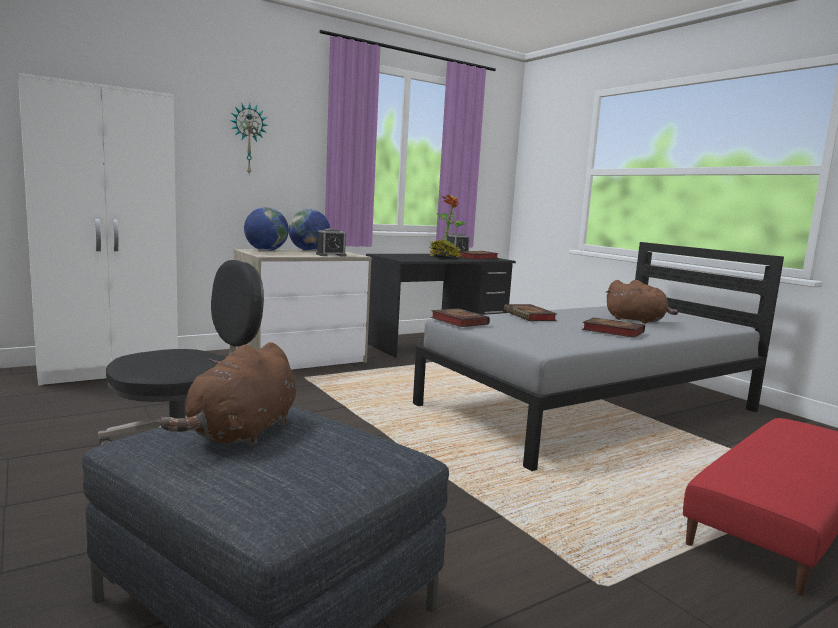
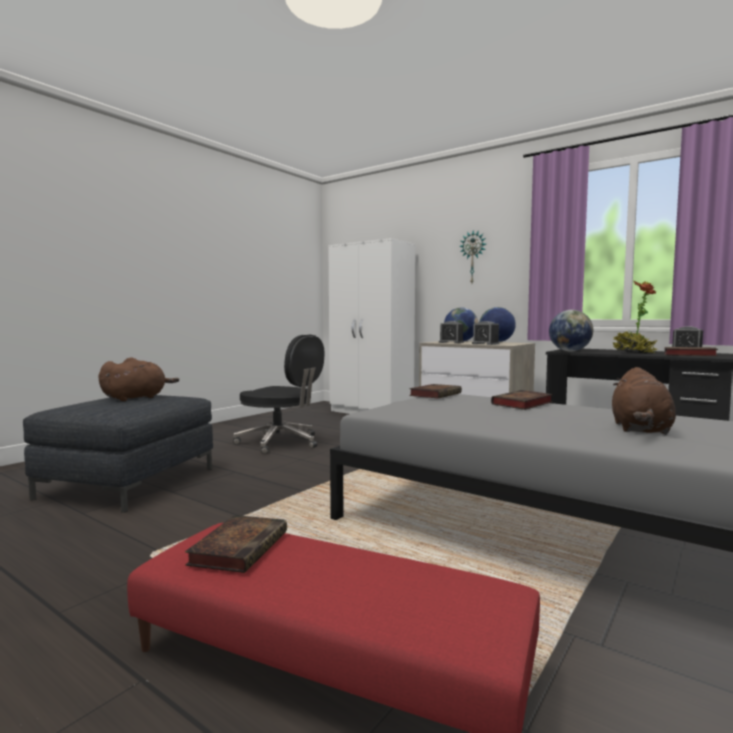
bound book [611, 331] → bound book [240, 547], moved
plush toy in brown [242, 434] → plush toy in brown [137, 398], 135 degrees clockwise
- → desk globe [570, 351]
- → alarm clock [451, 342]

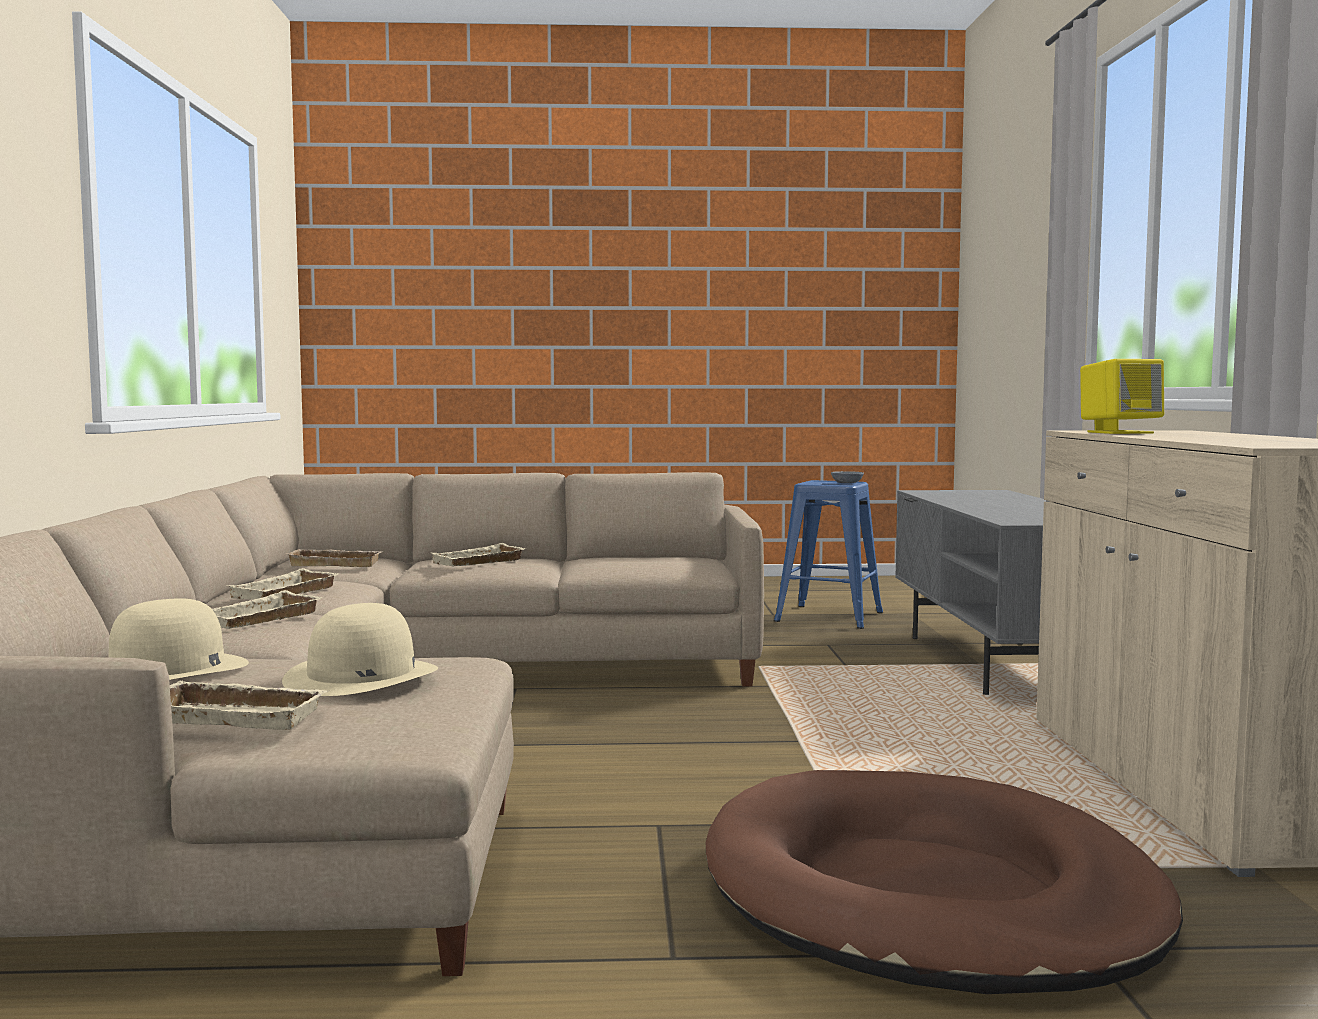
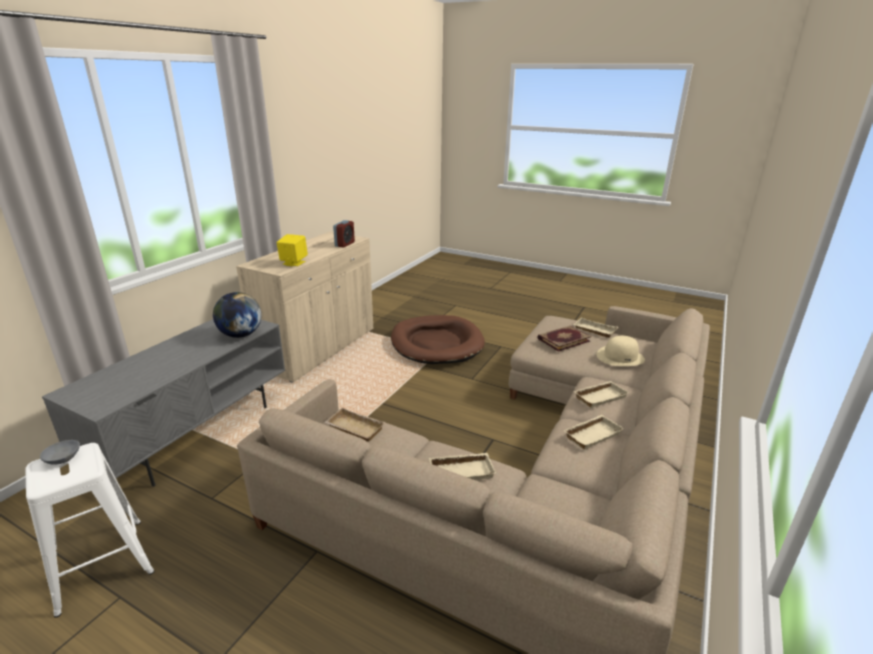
stool seat in blue [831, 616] → stool seat in whitish [100, 564]
carrying tray in beige-coloured [337, 564] → carrying tray in beige-coloured [353, 429], moved
hat in beige-coloured [361, 676] → bound book [563, 339]
- → alarm clock [344, 244]
- → desk globe [240, 335]

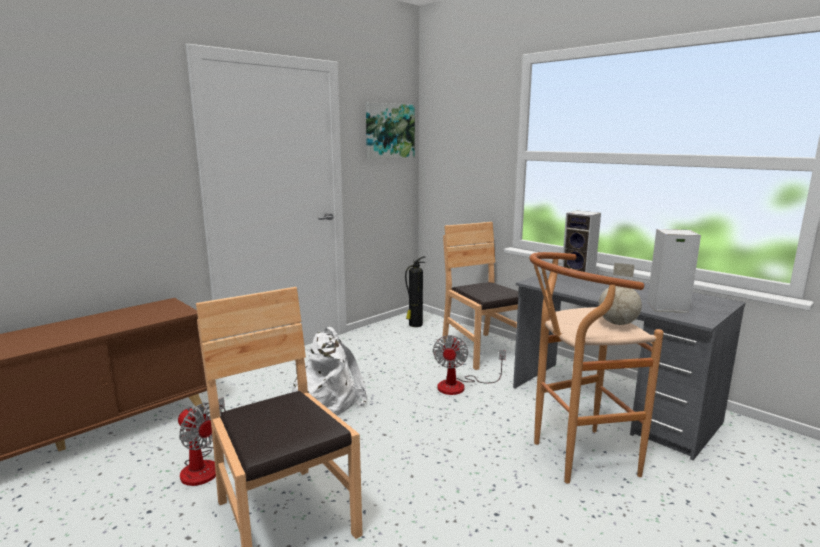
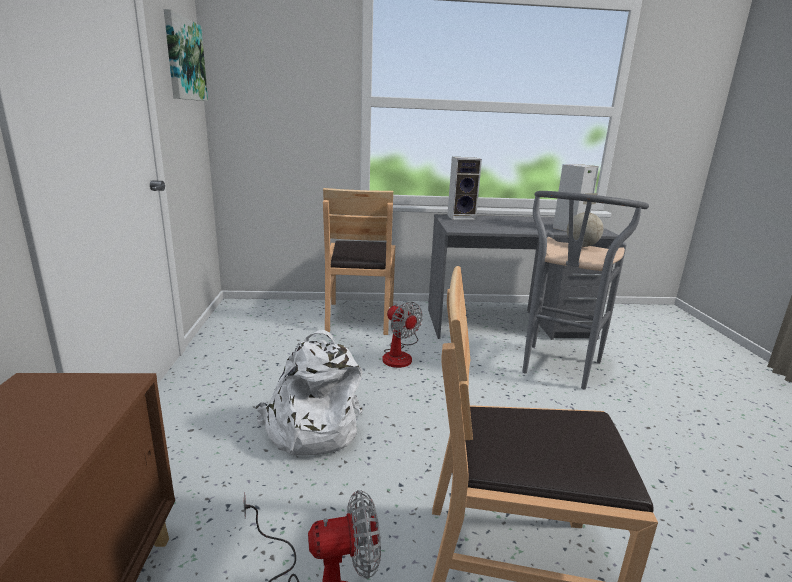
plain chair in brown [483, 350] → plain chair in brown [359, 317], 105 degrees counterclockwise
stool seat in brown [574, 458] → stool seat in gray [557, 370]
extinguisher [415, 325] → -

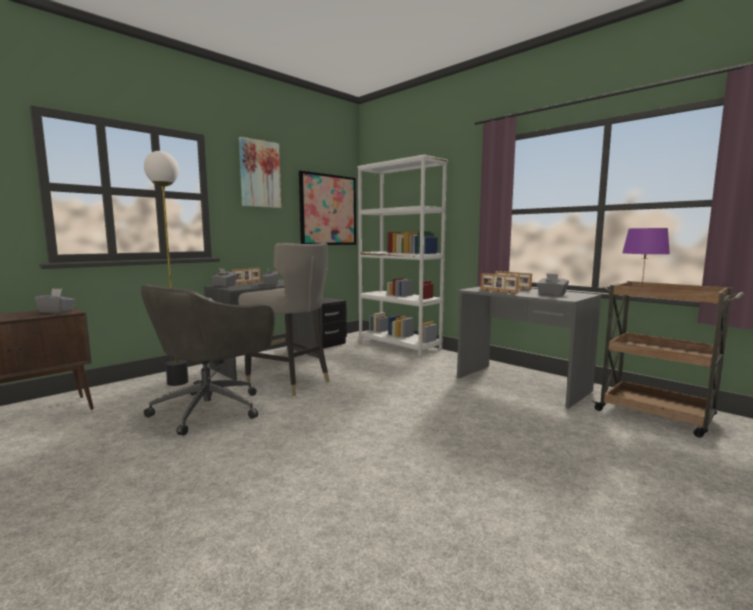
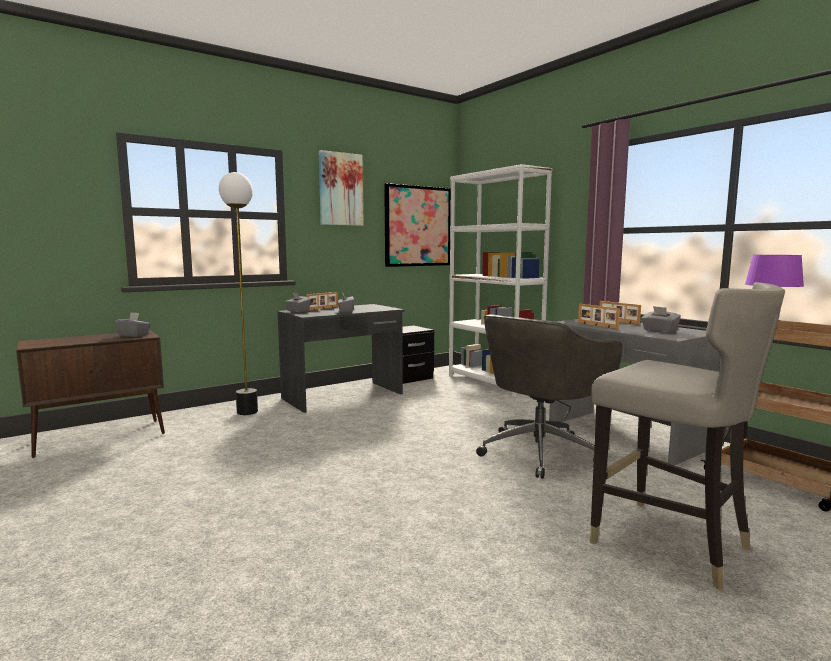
stool seat in gray [290, 382] → stool seat in gray [671, 543], moved
computer chair in gray [212, 409] → computer chair in gray [541, 451], moved

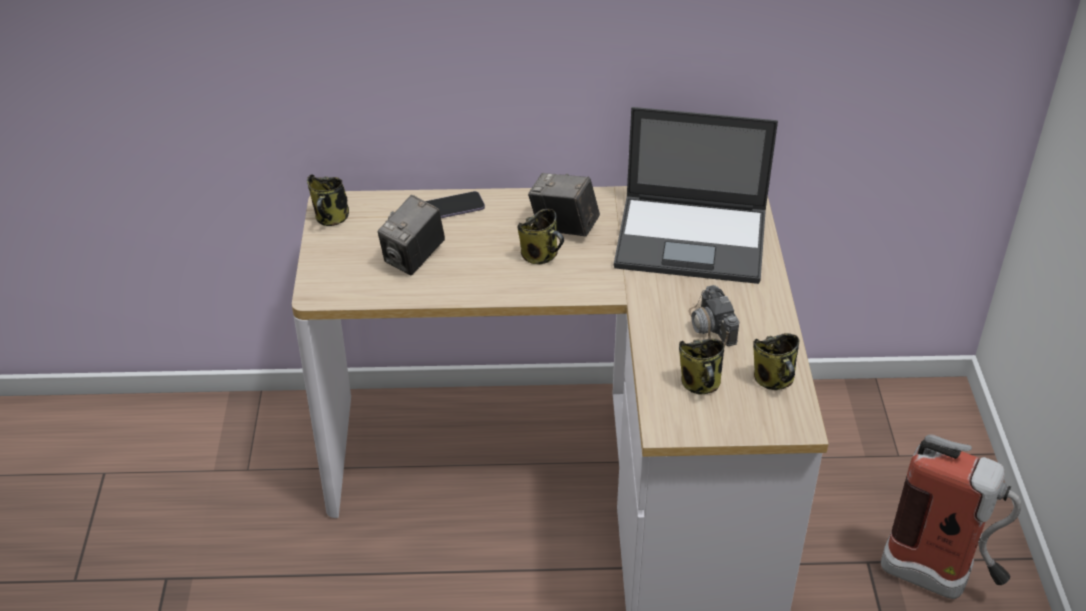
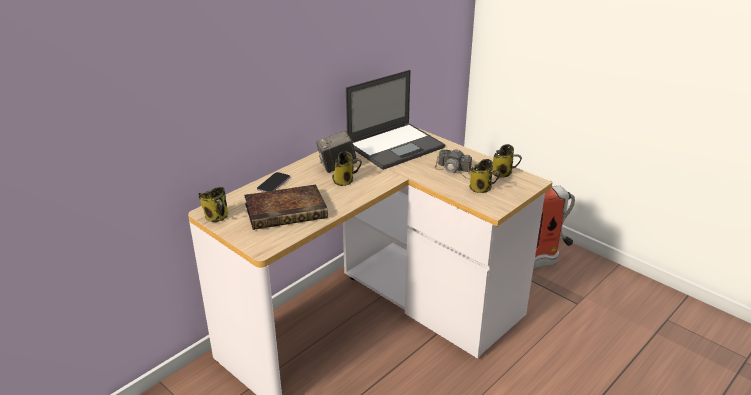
photo camera [413, 258] → bound book [288, 211]

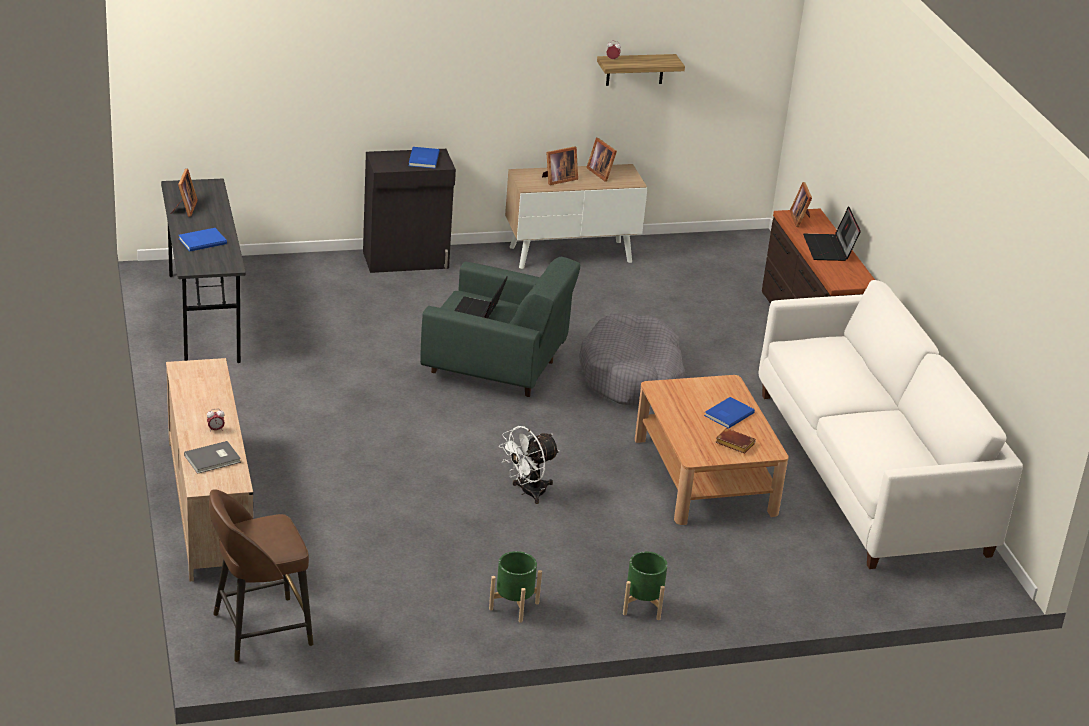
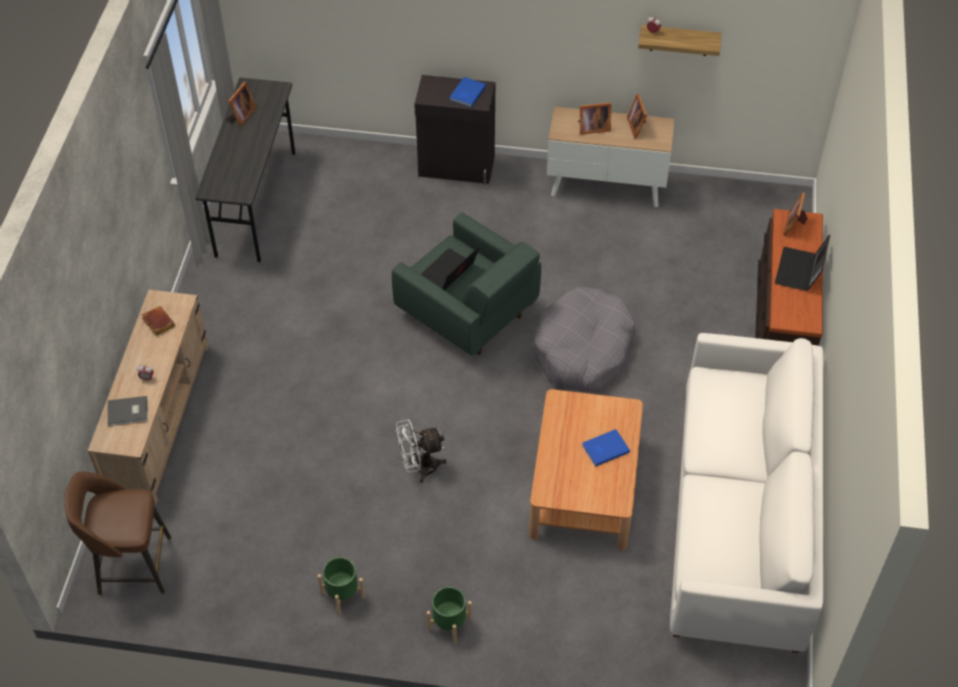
bound book in blue [201, 241] → -
bound book in brown [733, 444] → bound book in brown [157, 322], moved

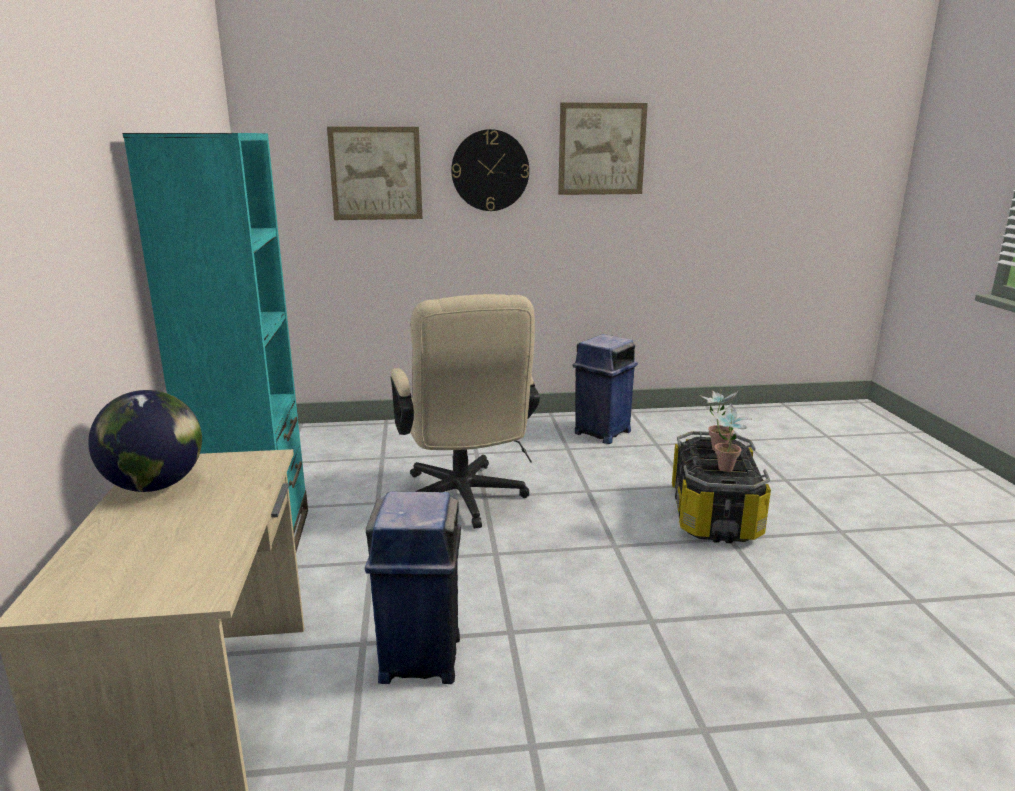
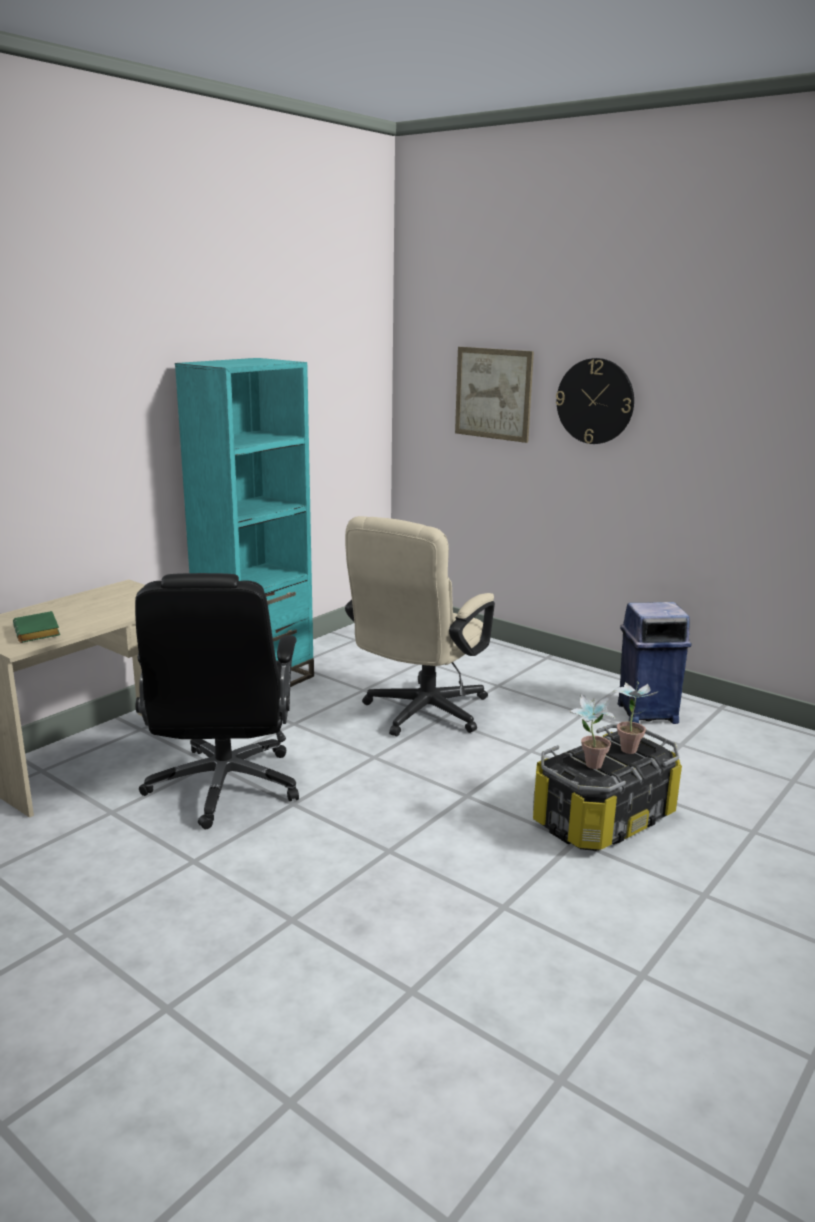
wall picture [601, 149] → -
desk globe [155, 486] → -
rubbish bin in blue [421, 657] → computer chair in blackish [224, 787]
- → bound book in green-coloured [39, 632]

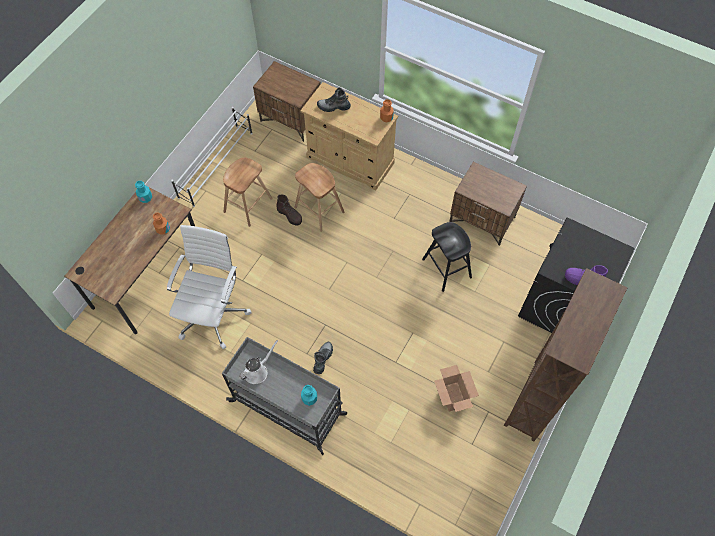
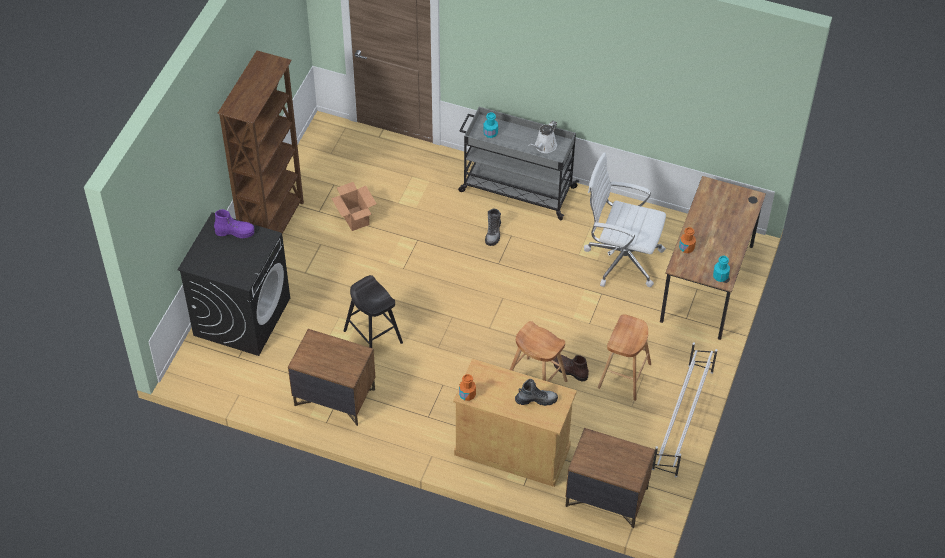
computer chair in whitish [213, 313] → computer chair in whitish [621, 258], 105 degrees clockwise

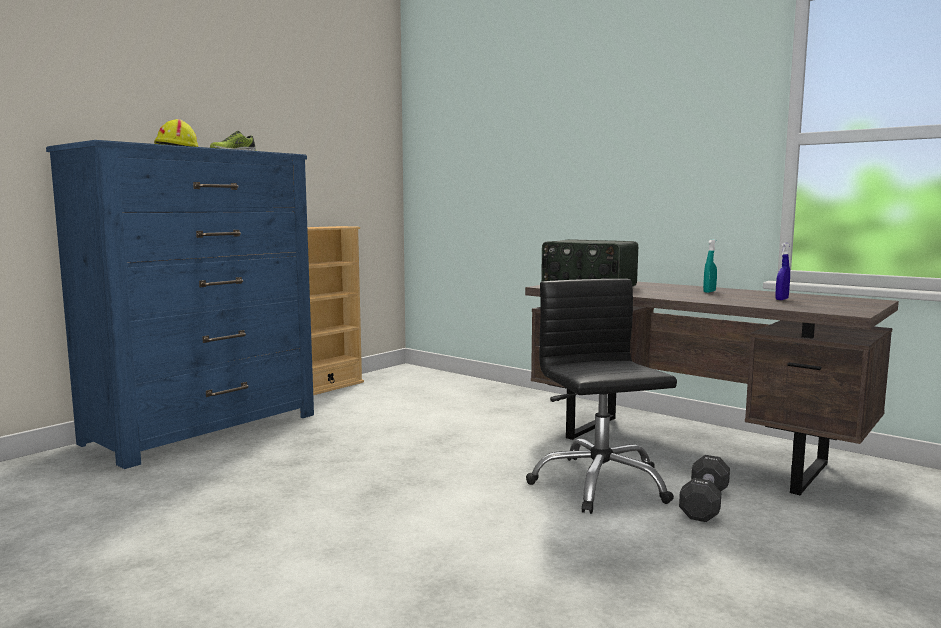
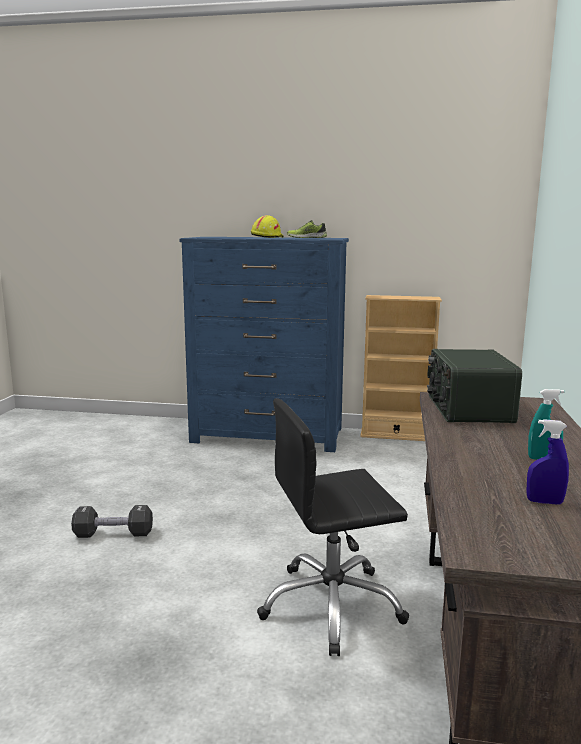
computer chair in blackish [599, 484] → computer chair in blackish [331, 606], 150 degrees counterclockwise
hand weight in blackish [704, 503] → hand weight in blackish [113, 534], moved

